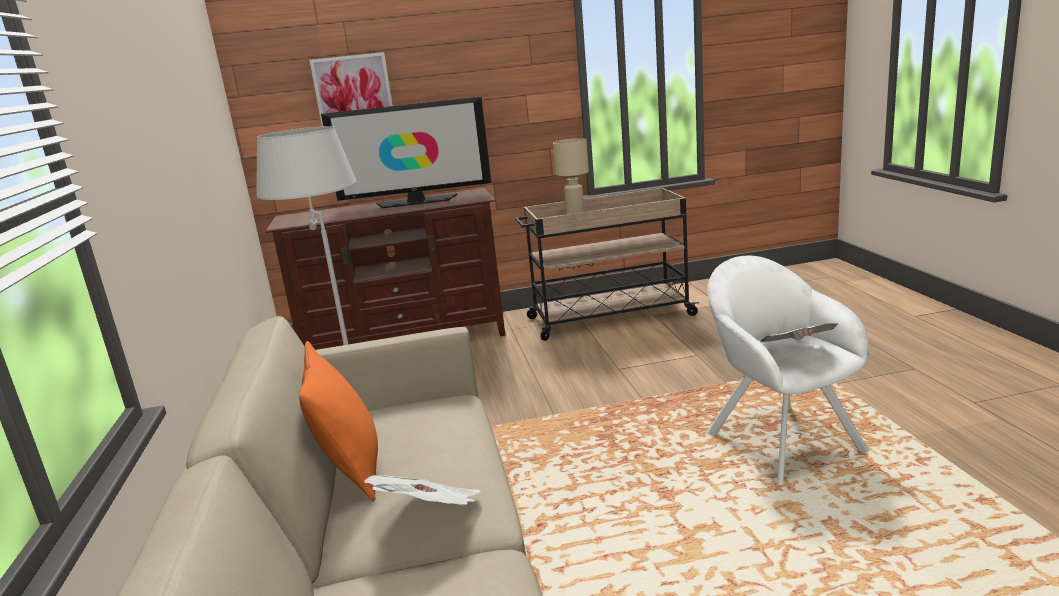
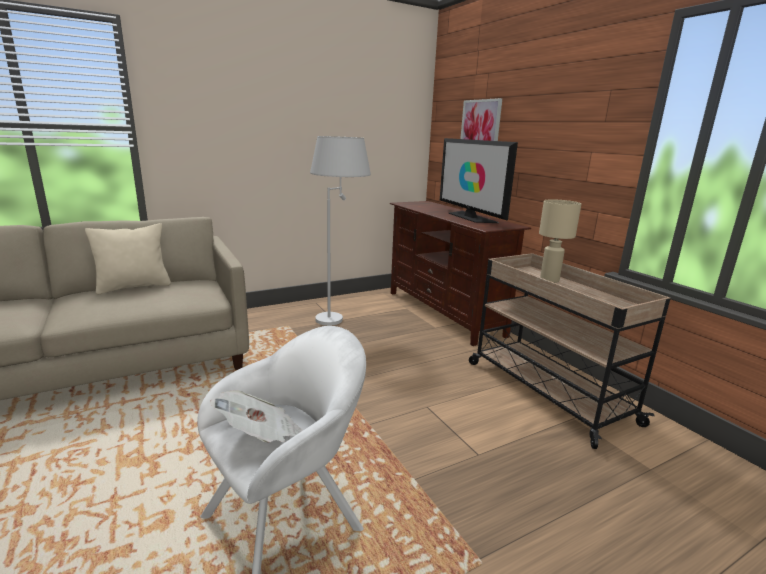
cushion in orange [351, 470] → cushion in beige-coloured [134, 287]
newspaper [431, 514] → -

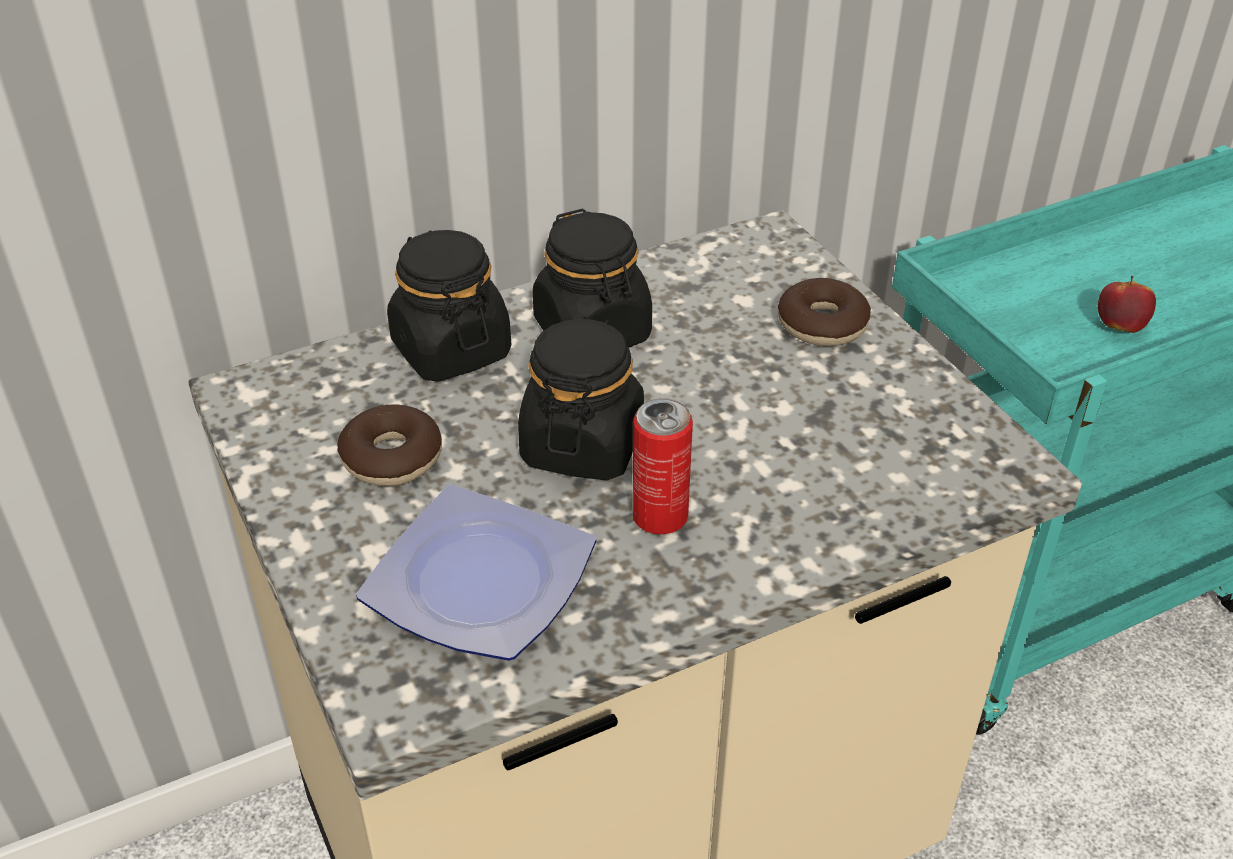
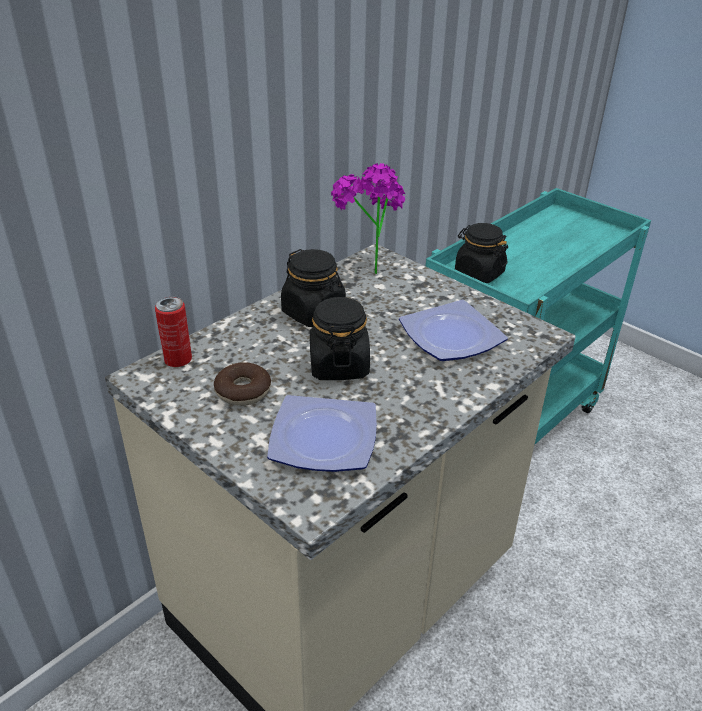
jar in blackish [451, 350] → jar in blackish [478, 273], moved
apple [1119, 327] → -
doughnut [822, 325] → -
can [660, 517] → can [178, 360], moved
- → houseplant [367, 267]
- → plate [451, 335]

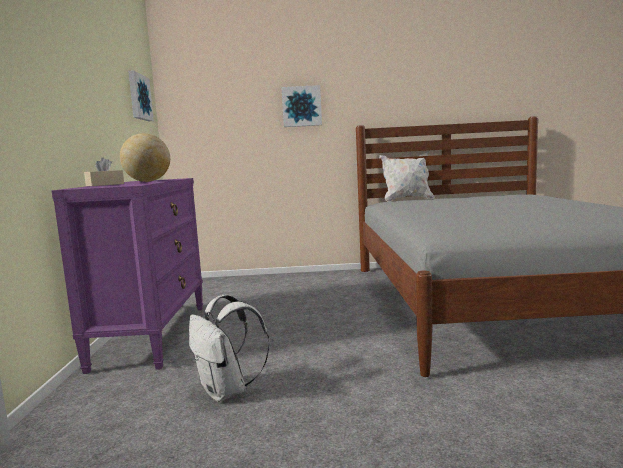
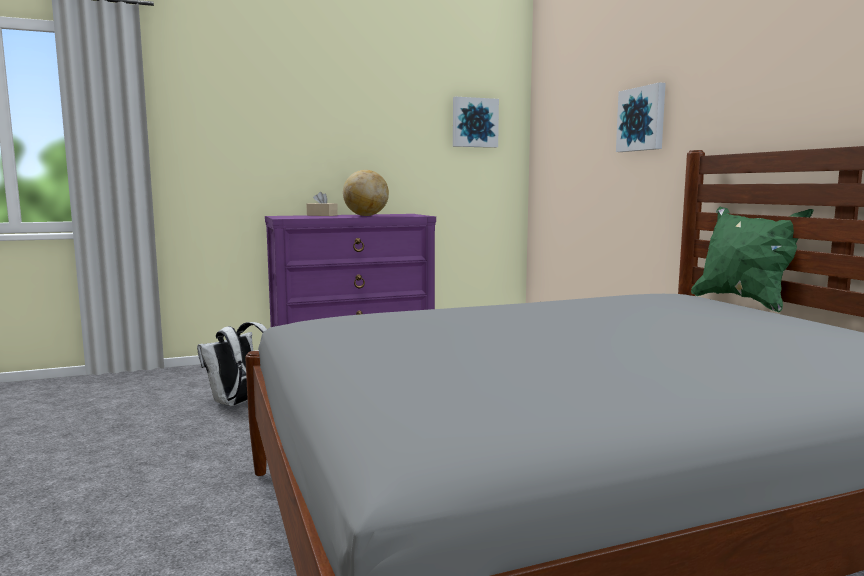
cushion in whitish [407, 199] → cushion in green-coloured [743, 302]

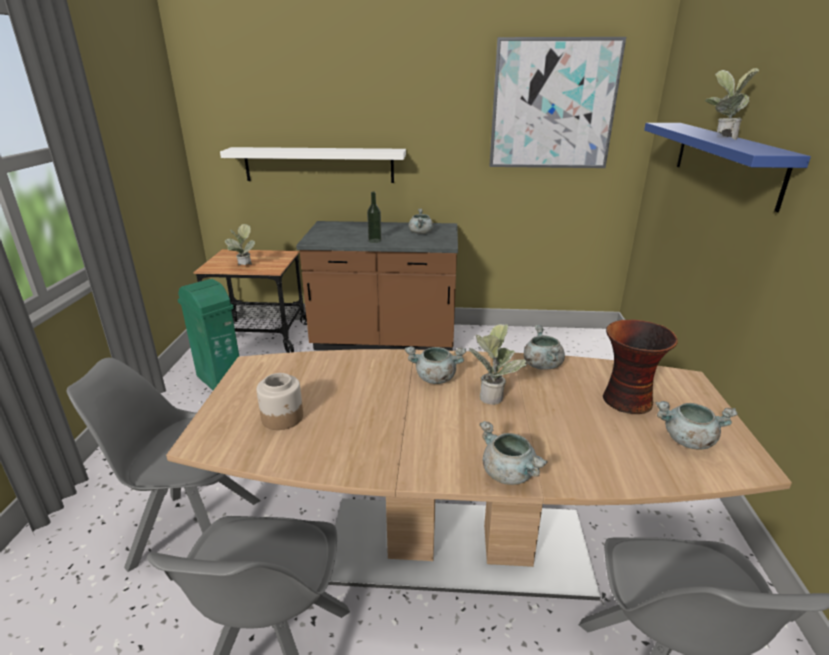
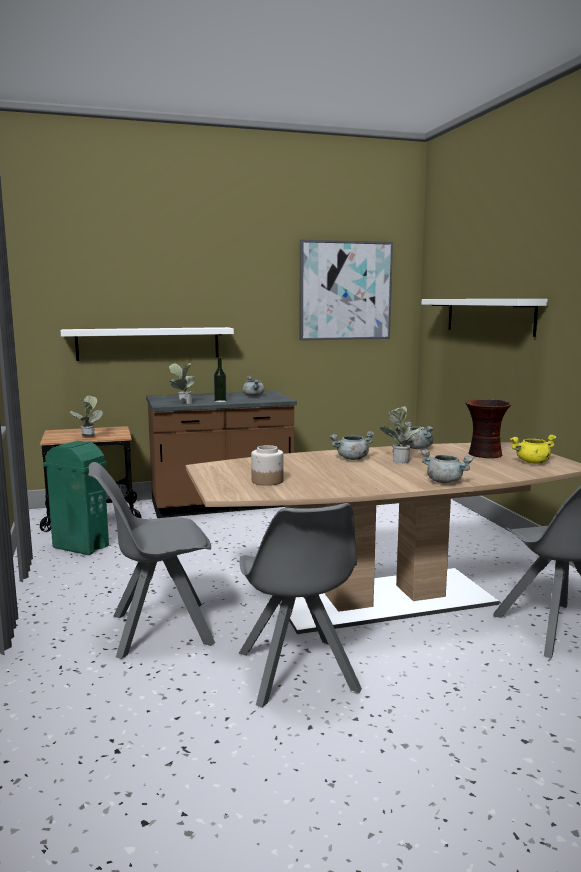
houseplant [720, 138] → houseplant [182, 403], moved
wall shelf in blue [725, 161] → wall shelf in whitish [488, 315]
cooking pot in gray [687, 440] → cooking pot in yellow-coloured [532, 462]

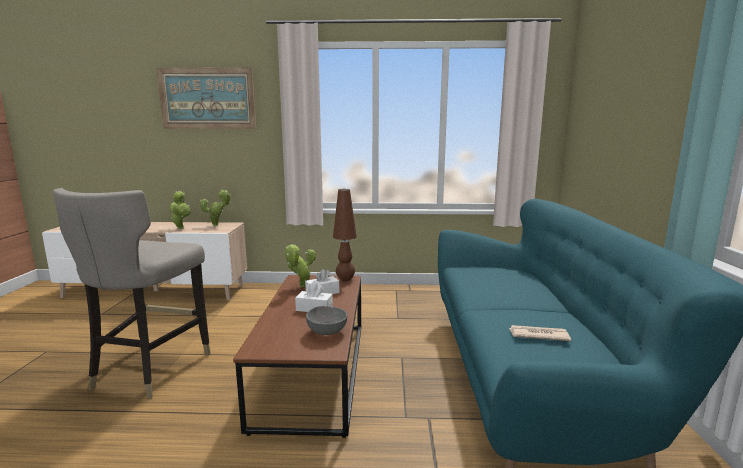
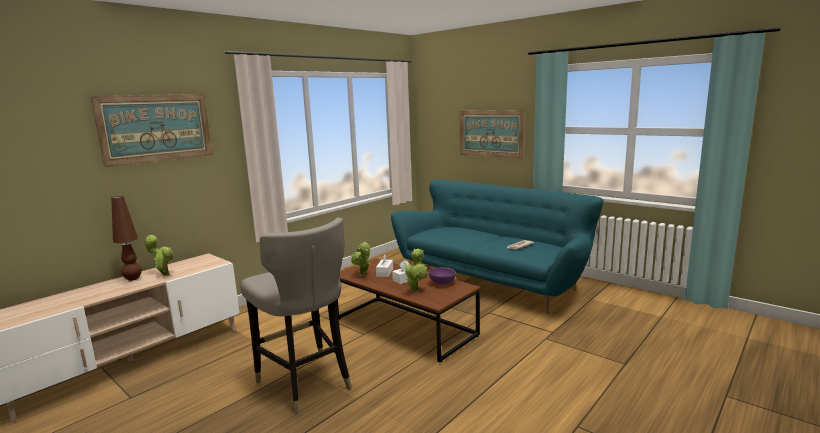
tabletop lamp in brown [345, 279] → tabletop lamp in brown [132, 279], moved
houseplant [217, 225] → houseplant [416, 290], moved
deep dish in gray [327, 331] → deep dish in purple-coloured [441, 283]
- → wall picture [490, 133]

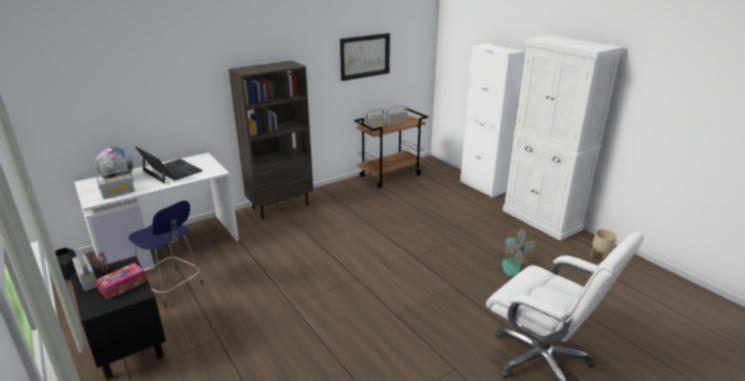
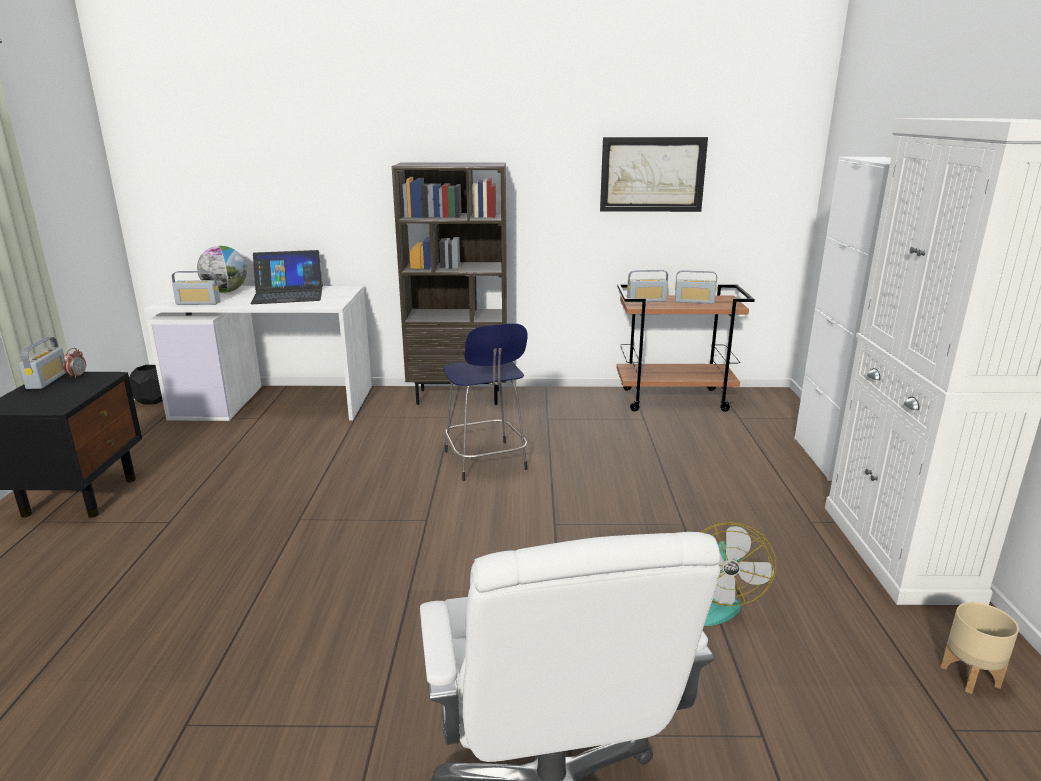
notebook computer [171, 171] → notebook computer [288, 295], 90 degrees clockwise
stool seat in blue [172, 288] → stool seat in blue [486, 462], moved
tissue box [122, 286] → -

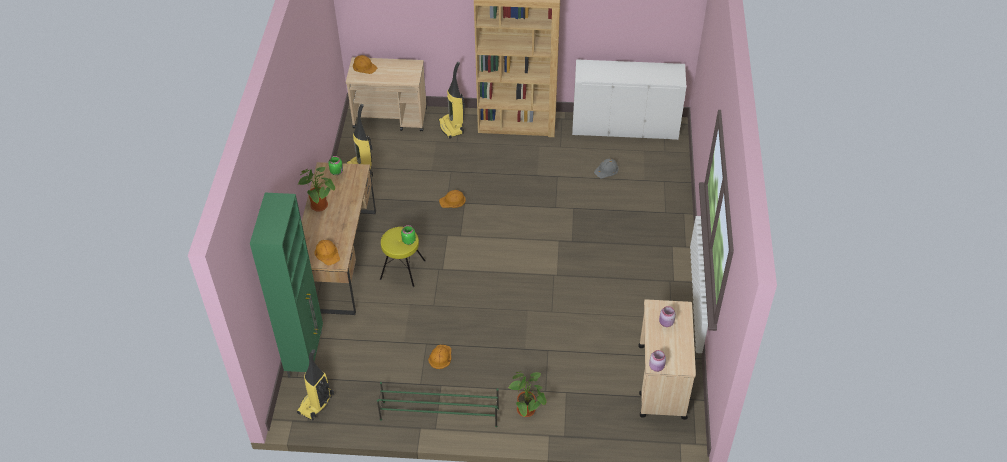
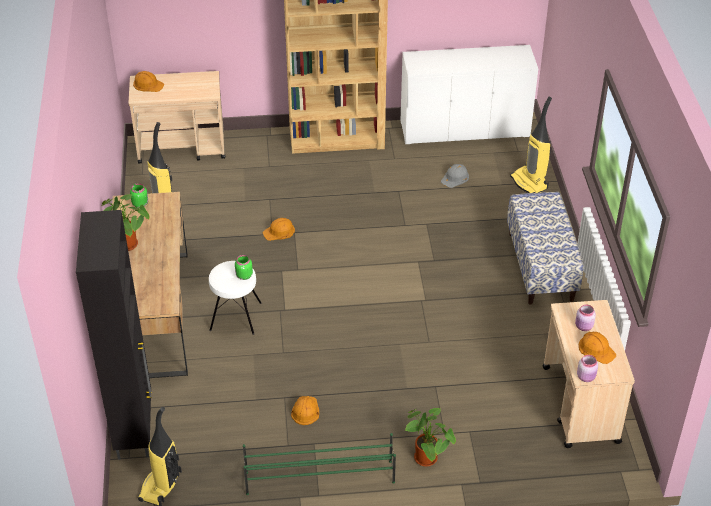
hoover [452, 127] → hoover [530, 183], moved
storage cabinet in green-coloured [306, 354] → storage cabinet in blackish [135, 428]
stool seat in yellow-coloured [403, 270] → stool seat in whitish [236, 316]
work helmet in orange [327, 253] → work helmet in orange [596, 349], moved
- → long seat [541, 266]

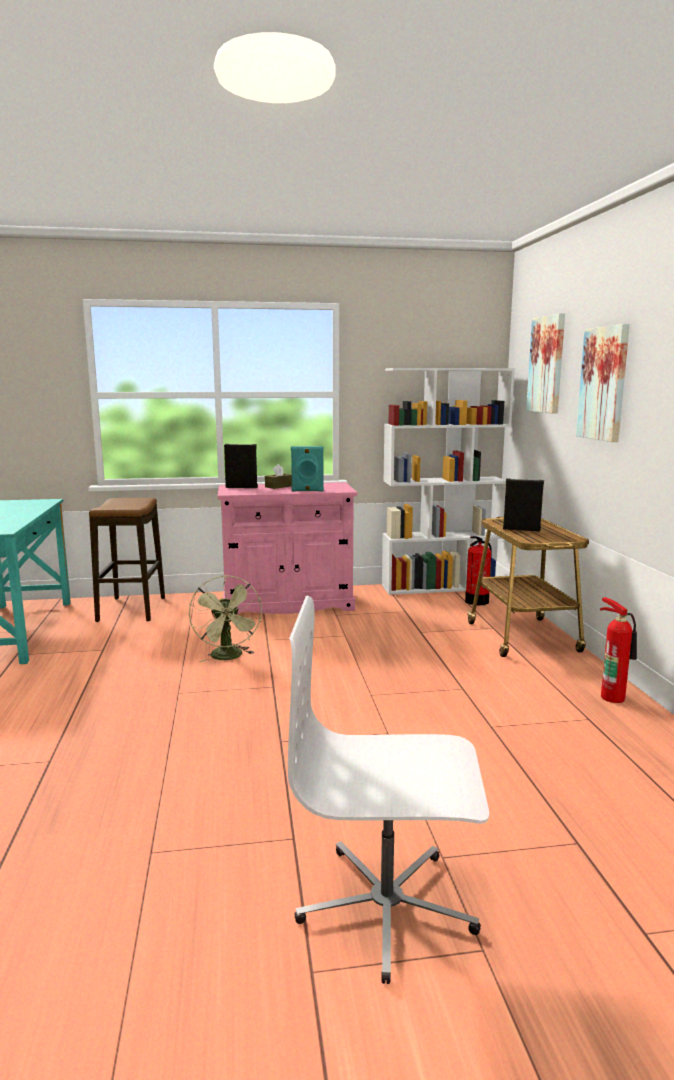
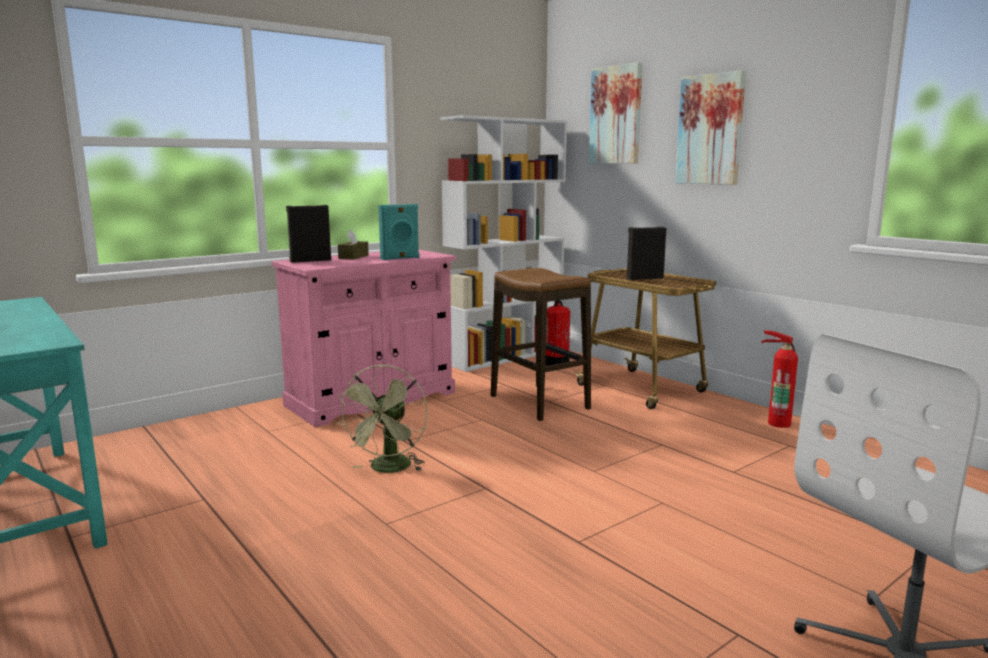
stool seat [132, 609] → stool seat [539, 403], moved
cooling fan in green-coloured [229, 657] → cooling fan in green-coloured [388, 469], 60 degrees clockwise

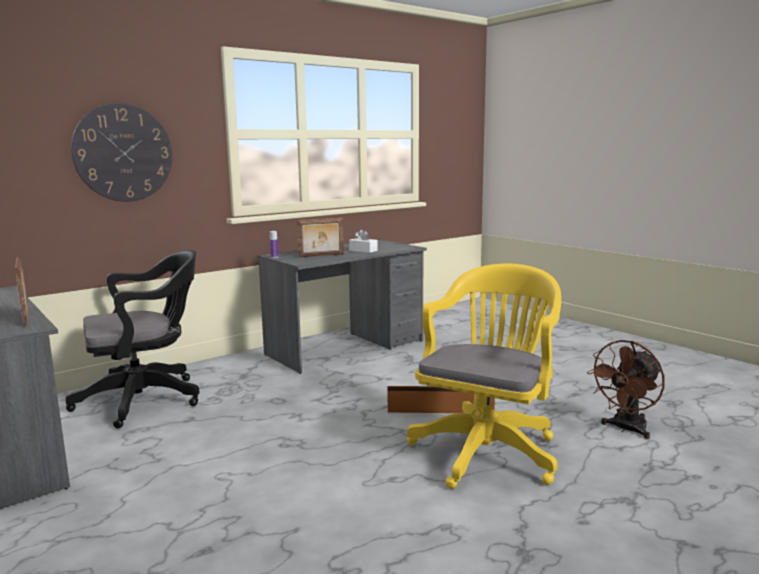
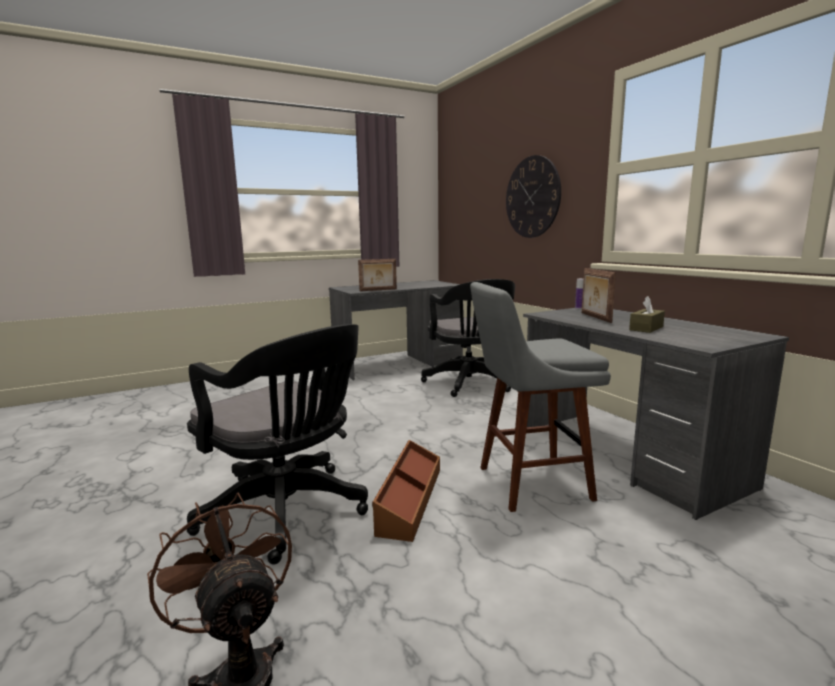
tissue box in whitish [363, 250] → tissue box in brown [646, 328]
computer chair in yellow-coloured [488, 449] → computer chair in blackish [289, 513]
- → stool seat in gray [528, 483]

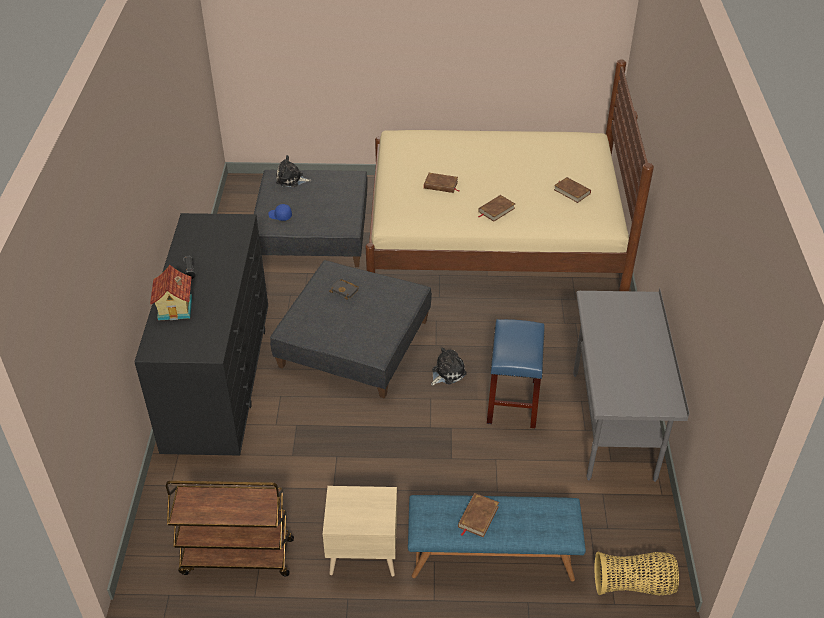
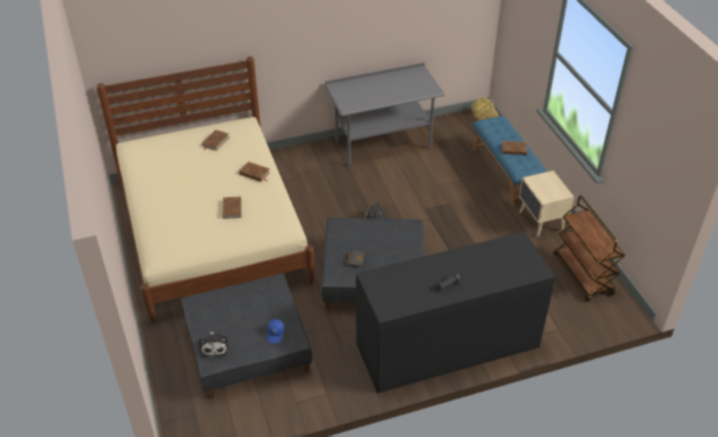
miniature house [176, 308] → -
stool seat in blue [512, 401] → -

